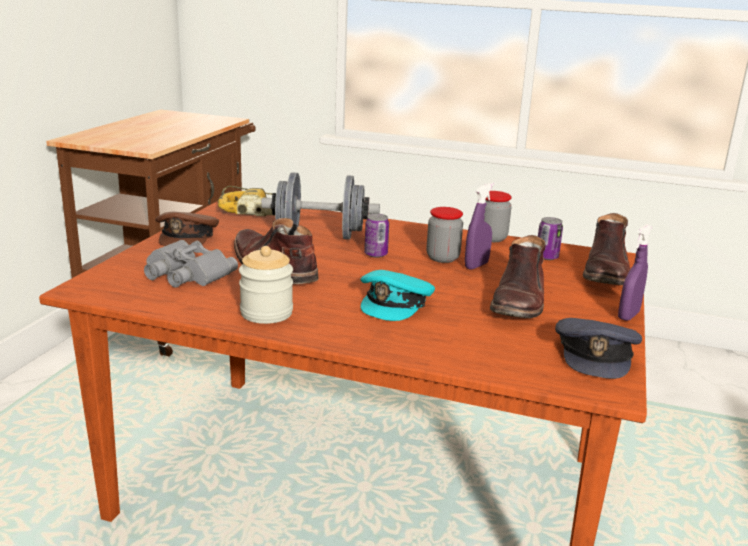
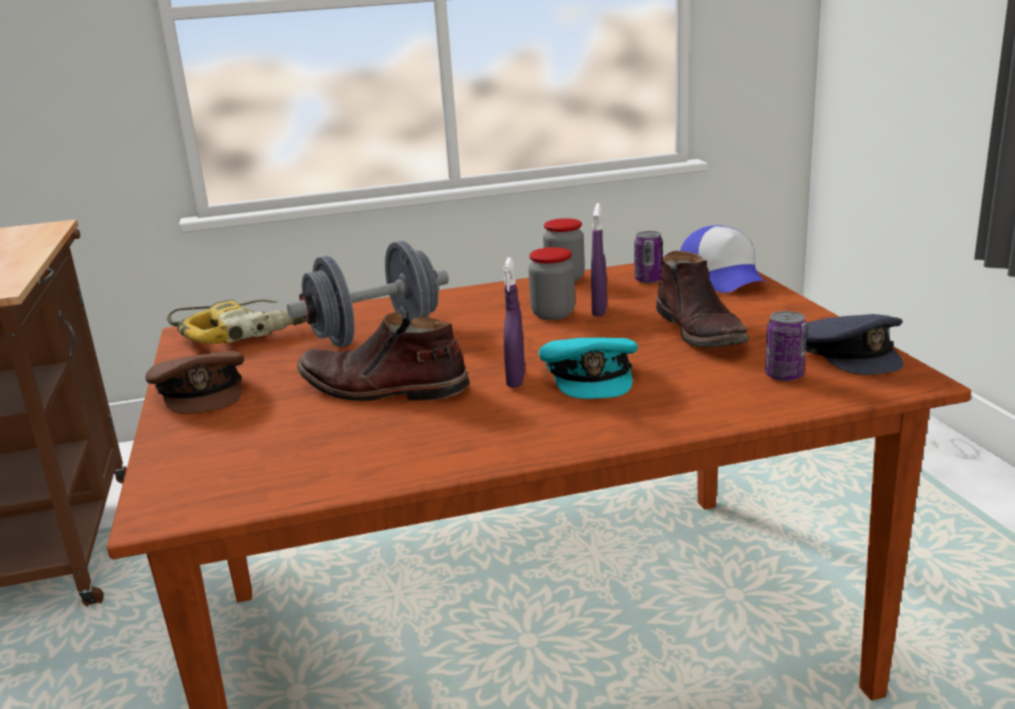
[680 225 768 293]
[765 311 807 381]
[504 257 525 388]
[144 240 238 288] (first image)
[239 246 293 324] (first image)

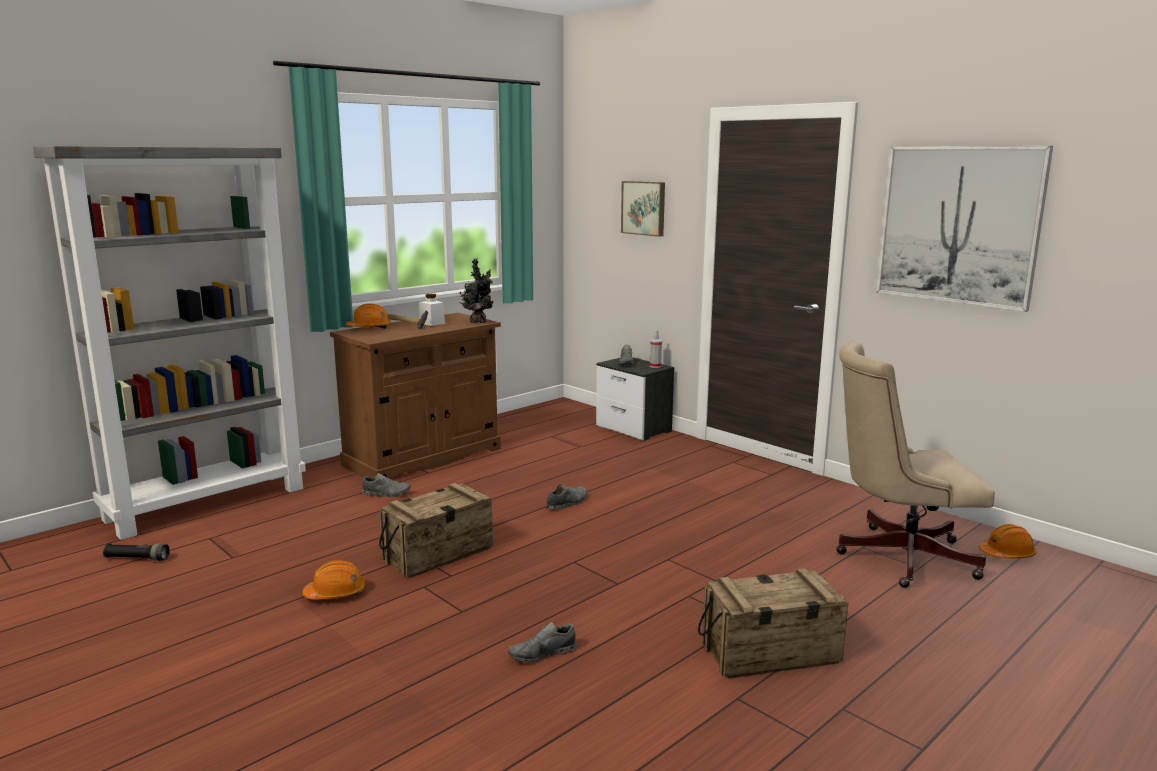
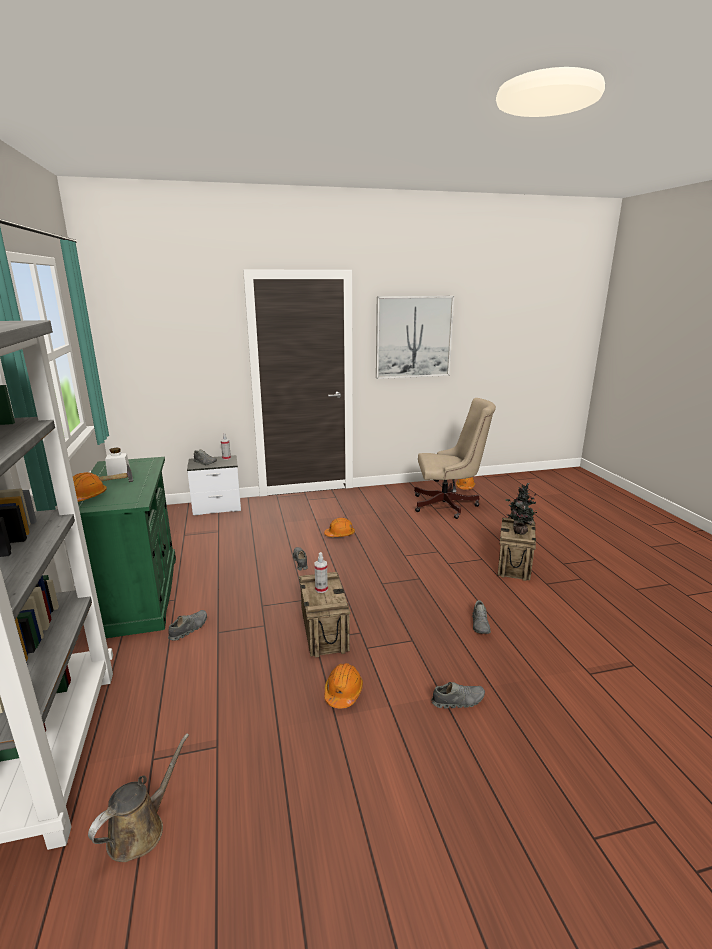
[621 181 665 237] (first image)
[505 483 537 535]
[78 457 176 638]
[414 398 496 519]
[88 733 189 862]
[324 518 355 537]
[314 552 328 593]
[431 682 485 708]

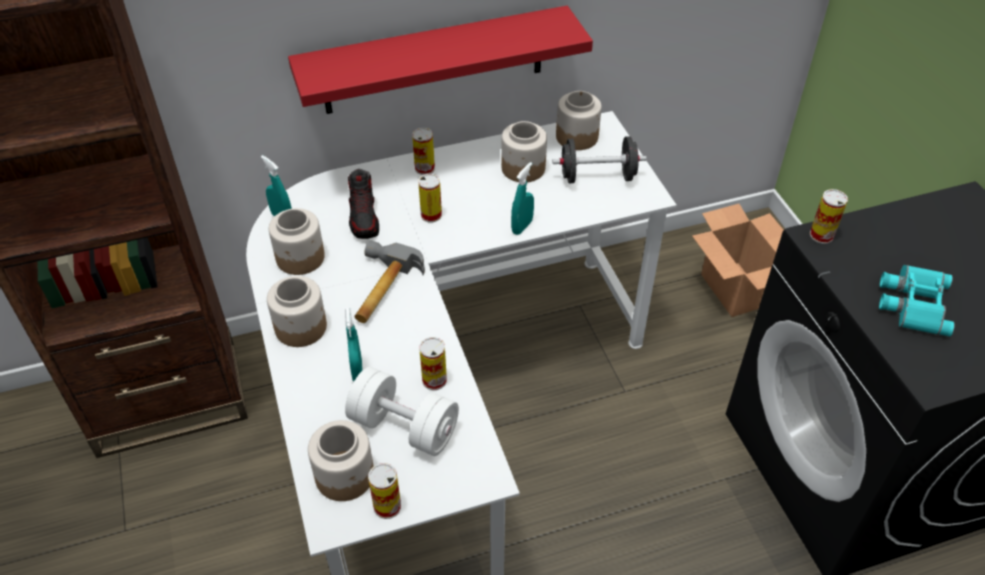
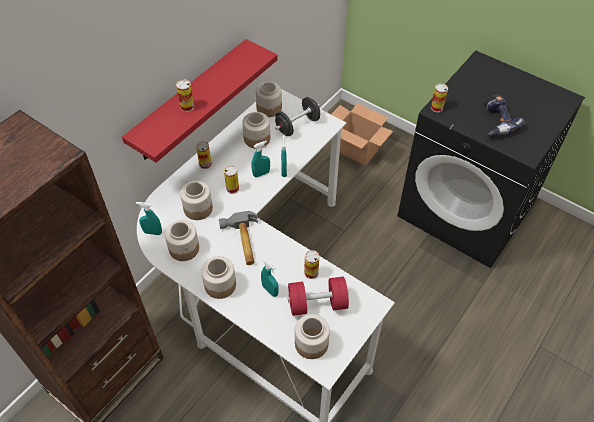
[180 181 213 220]
[484 94 525 137]
[288 277 349 316]
[176 79 194 112]
[252 141 270 177]

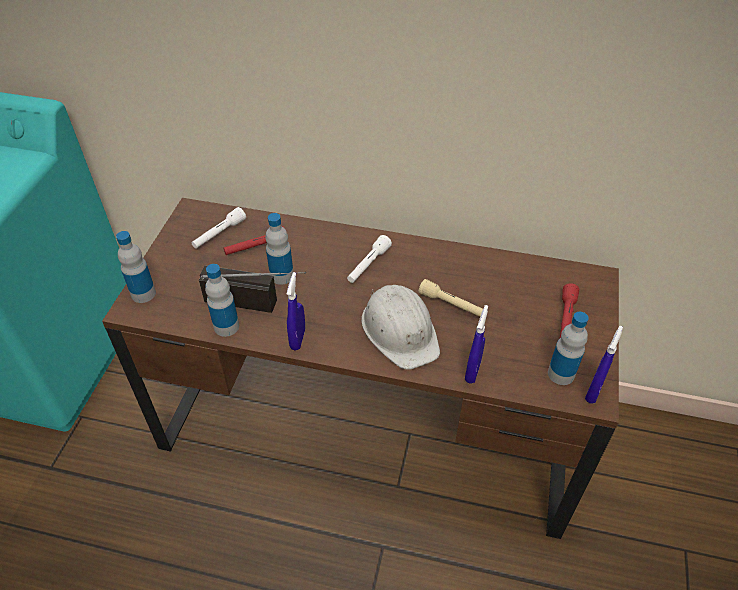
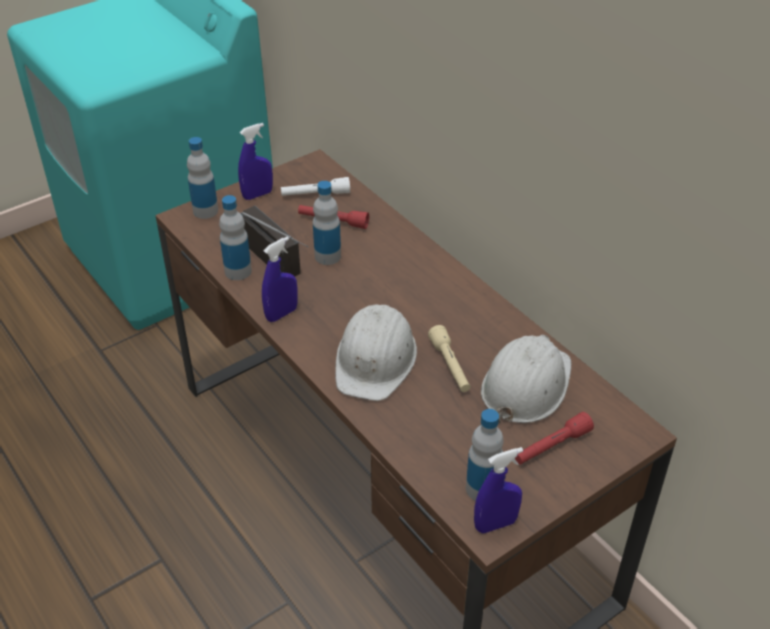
[347 235 392 283] (first image)
[238 123 273 200]
[481 335 572 423]

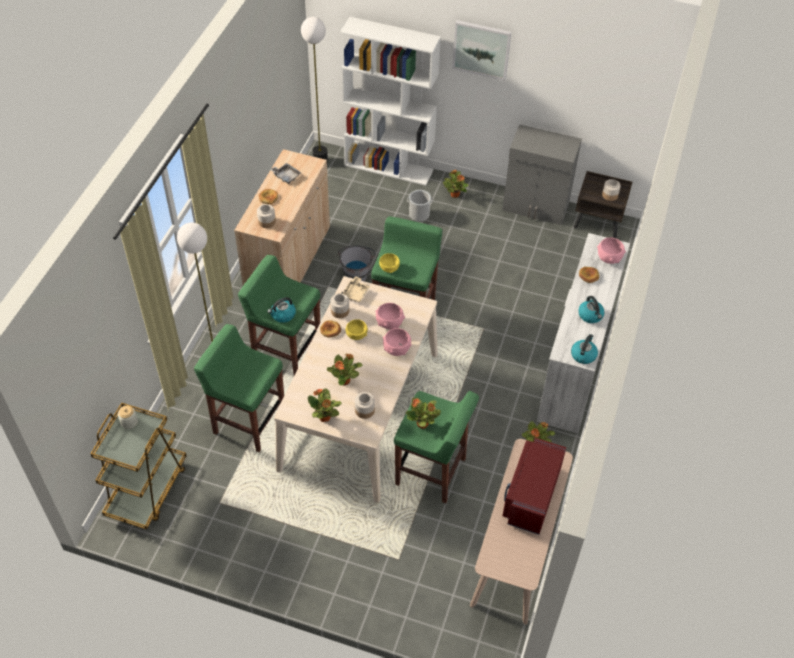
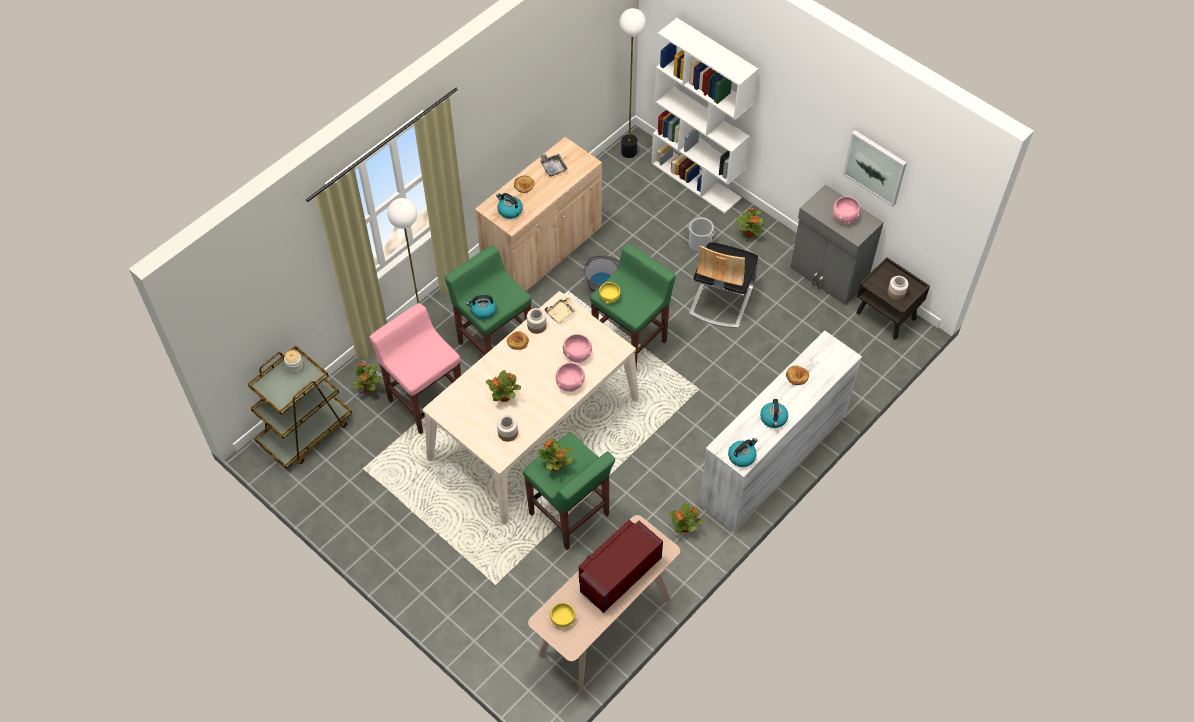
[843 130 907 207]
[496 193 523 219]
[833 196 860 224]
[550 603 575 628]
[370 303 461 434]
[353 362 381 393]
[689 242 758 328]

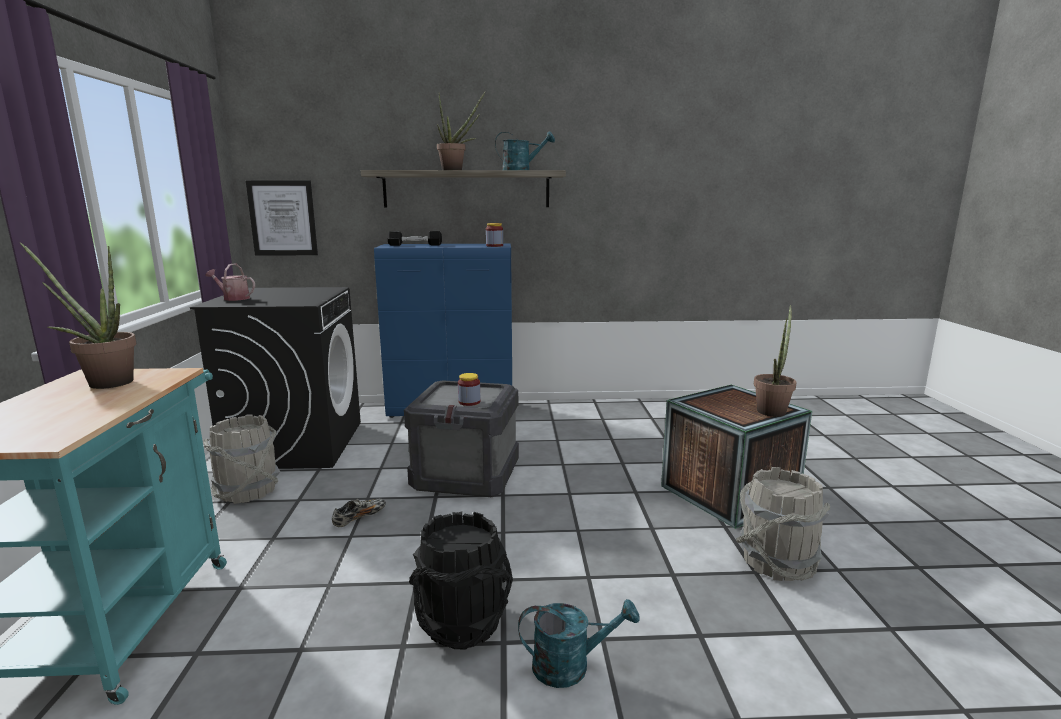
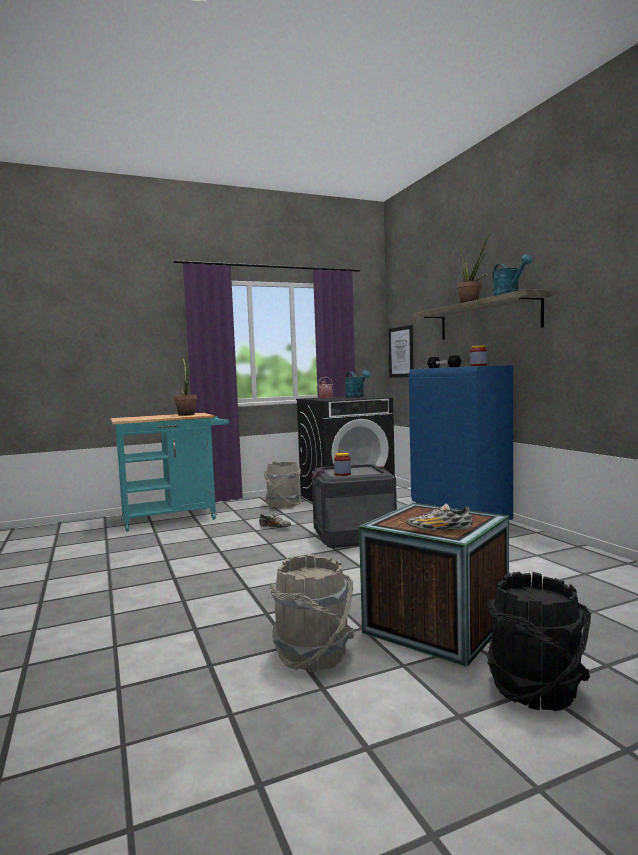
[406 503 473 531]
[486 572 591 711]
[345 370 370 398]

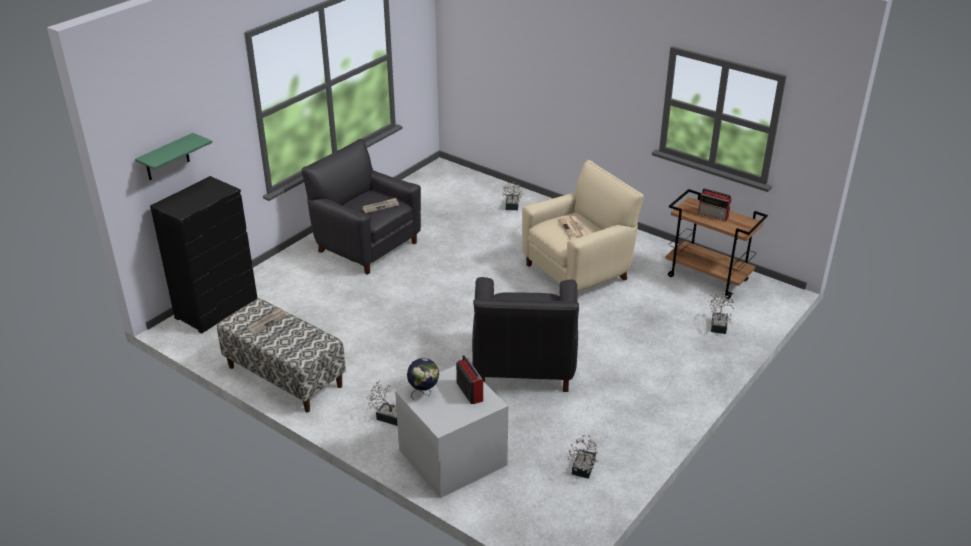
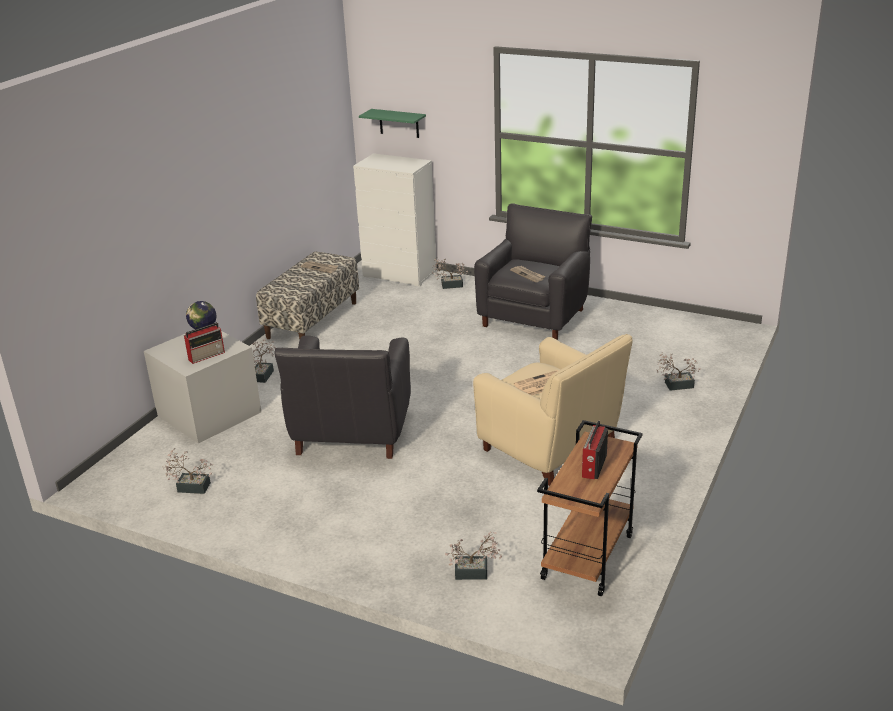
[353 153 437 287]
[274 336 411 459]
[432 258 468 289]

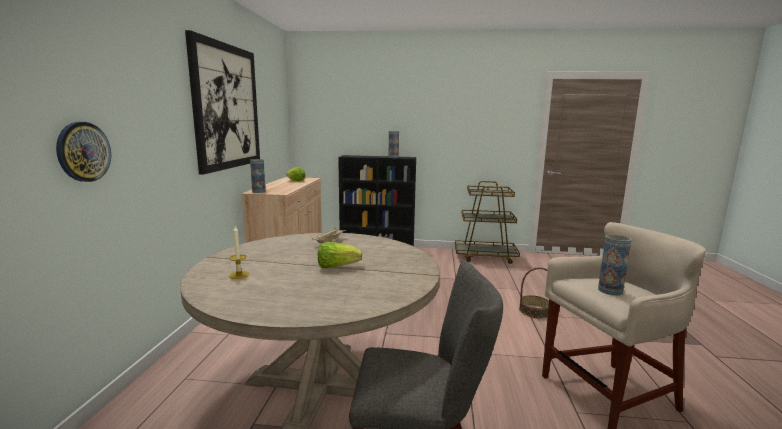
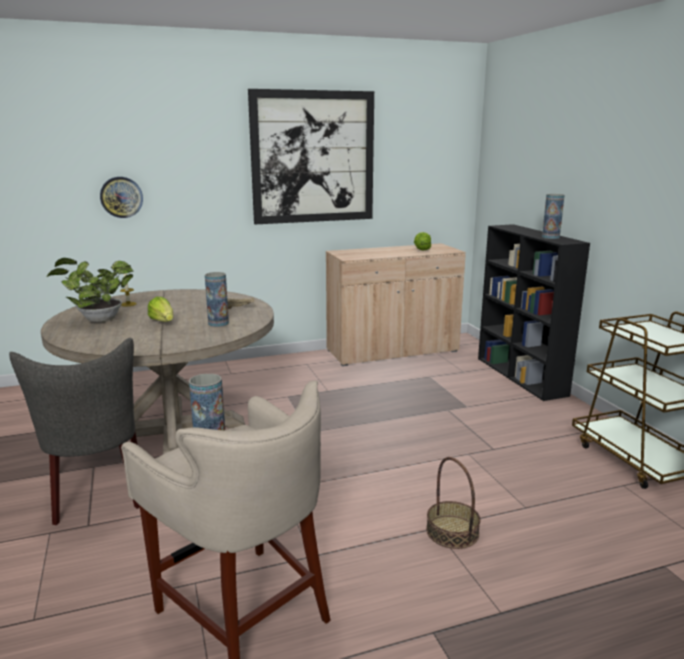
[205 272 229 327]
[46 258 133 323]

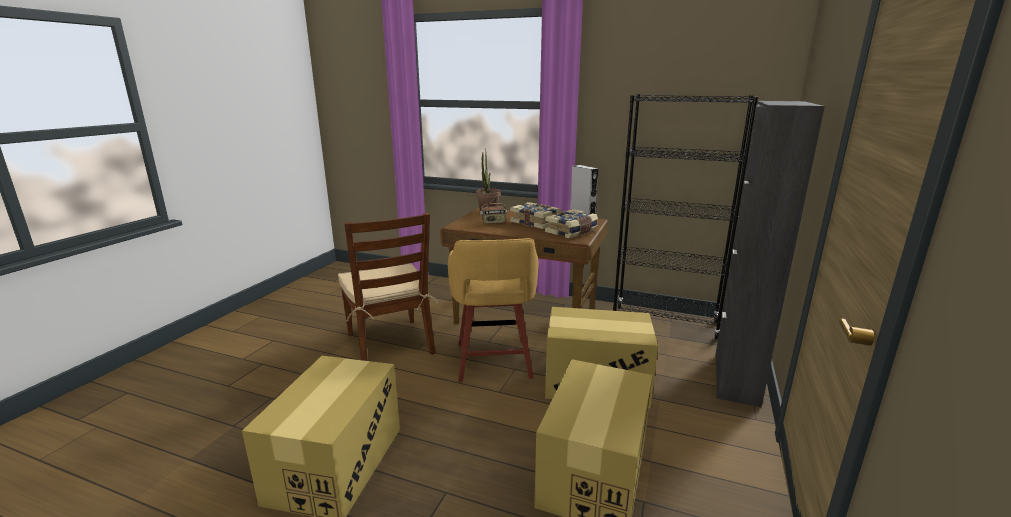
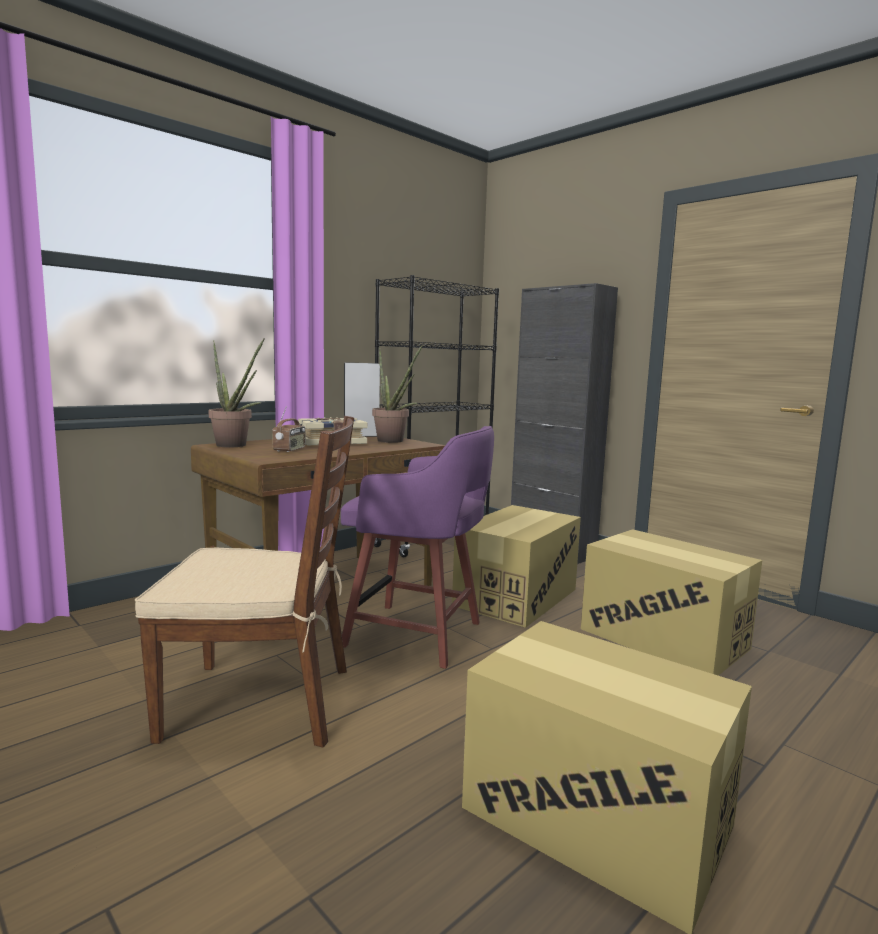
[372 345 423 443]
[341 426 494 669]

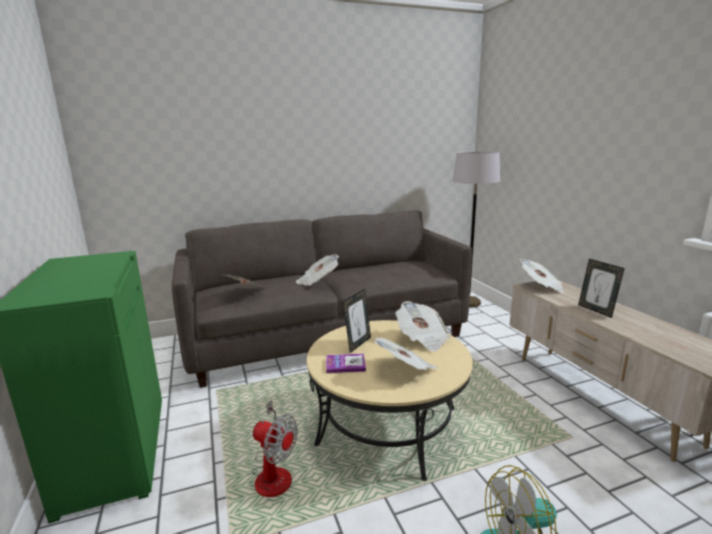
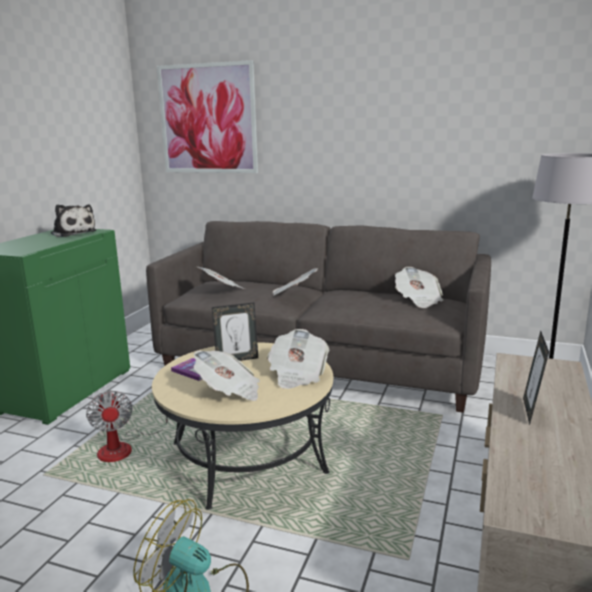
[395 267 444 308]
[157 60 258 173]
[51 204 96 237]

